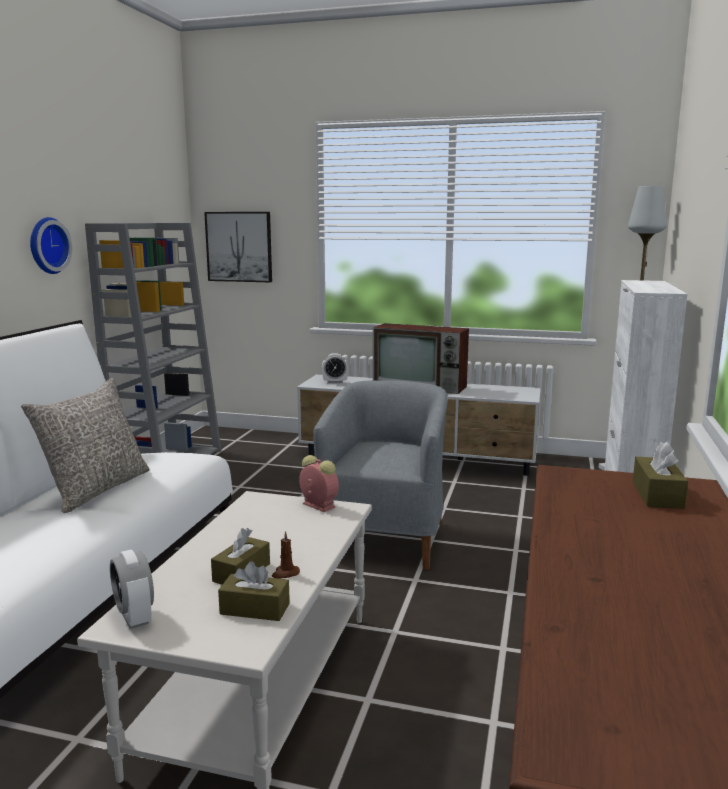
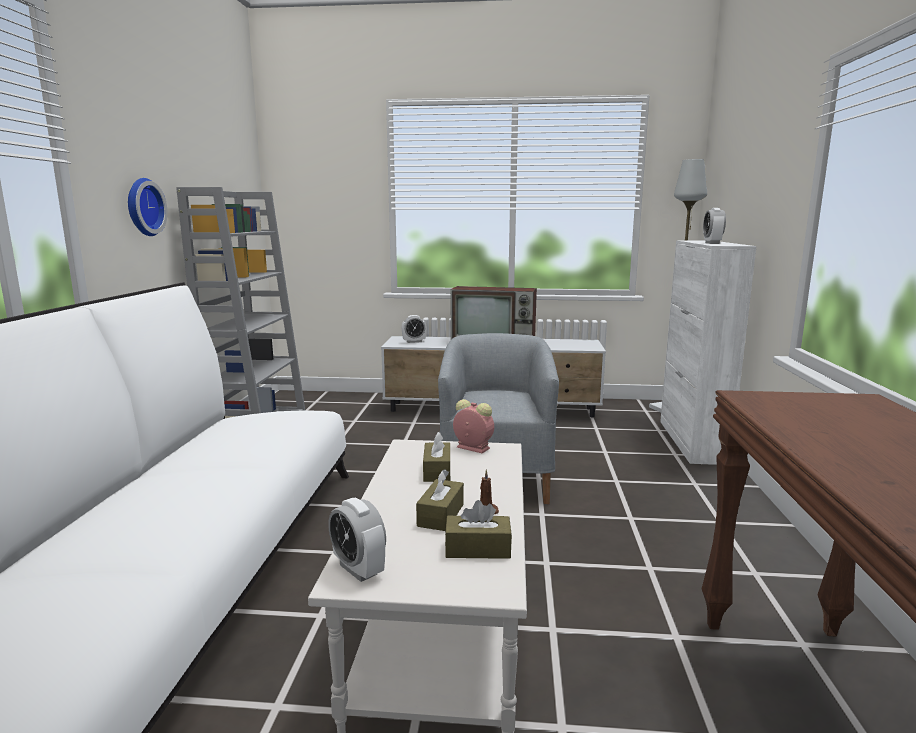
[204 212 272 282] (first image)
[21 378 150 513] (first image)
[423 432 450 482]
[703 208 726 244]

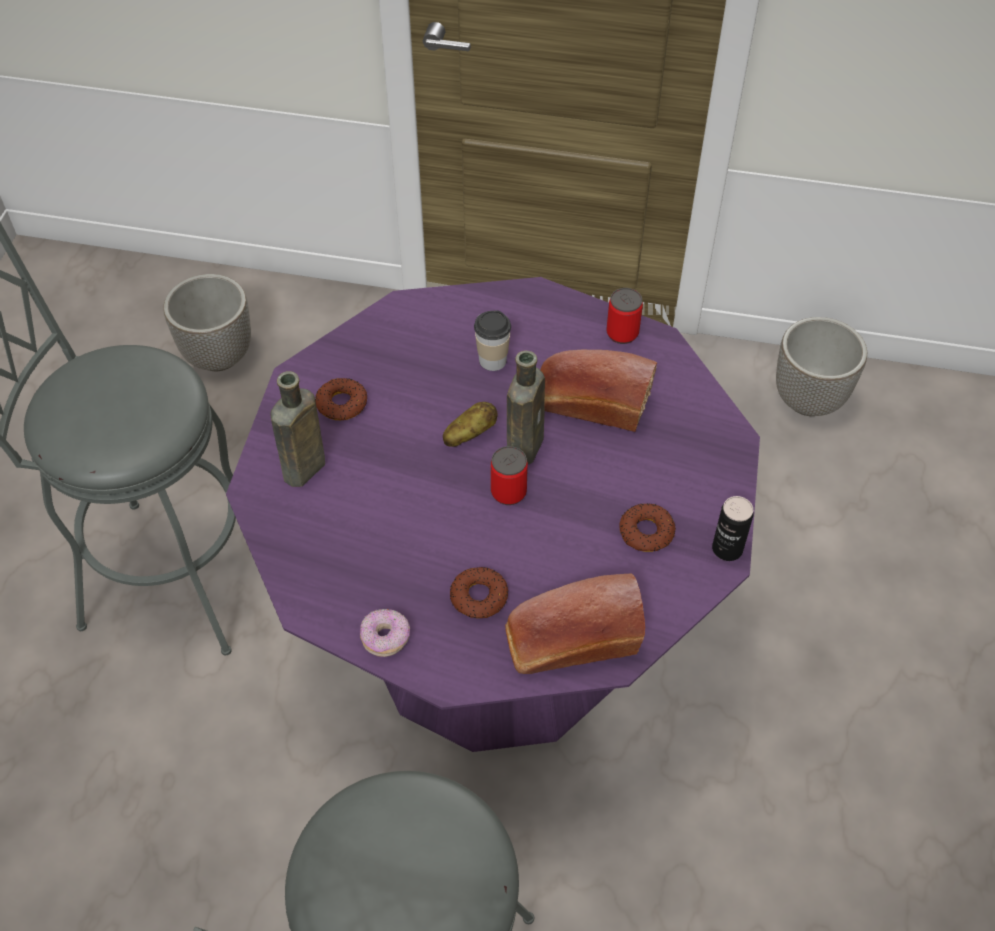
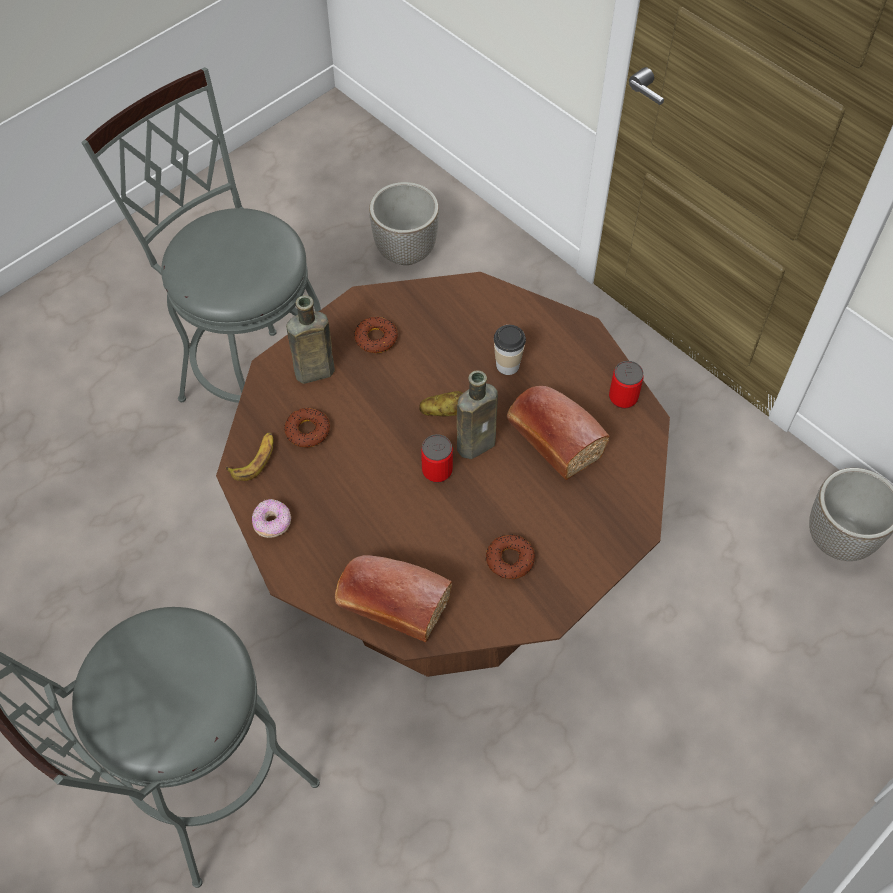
[216 272 670 677]
[712 496 754 561] (first image)
[284 407 330 447]
[226 433 273 481]

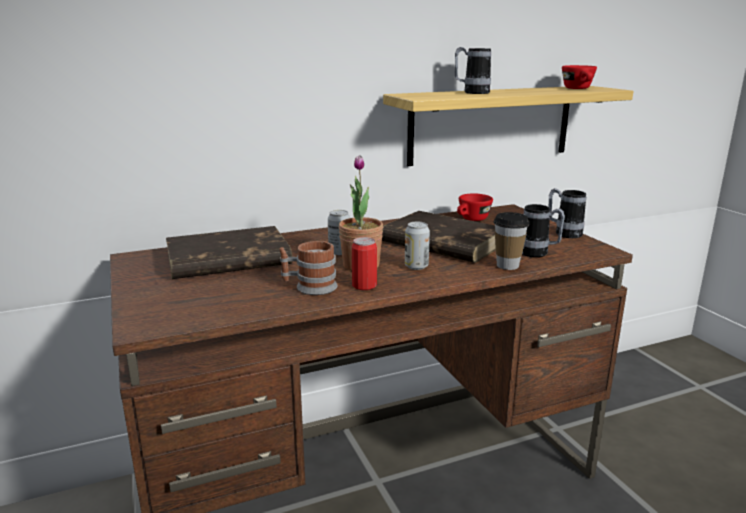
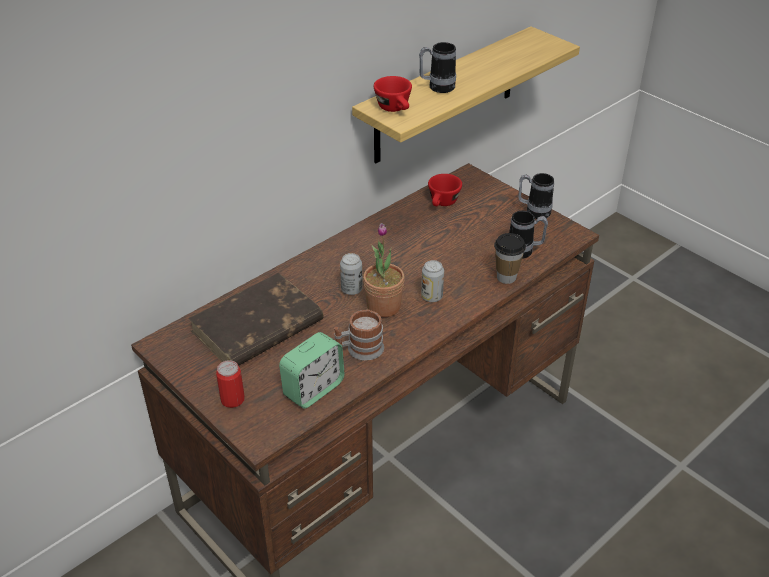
[374 76 412 112]
[382 211 496 263] (first image)
[216 360 245 408]
[279 332 345 409]

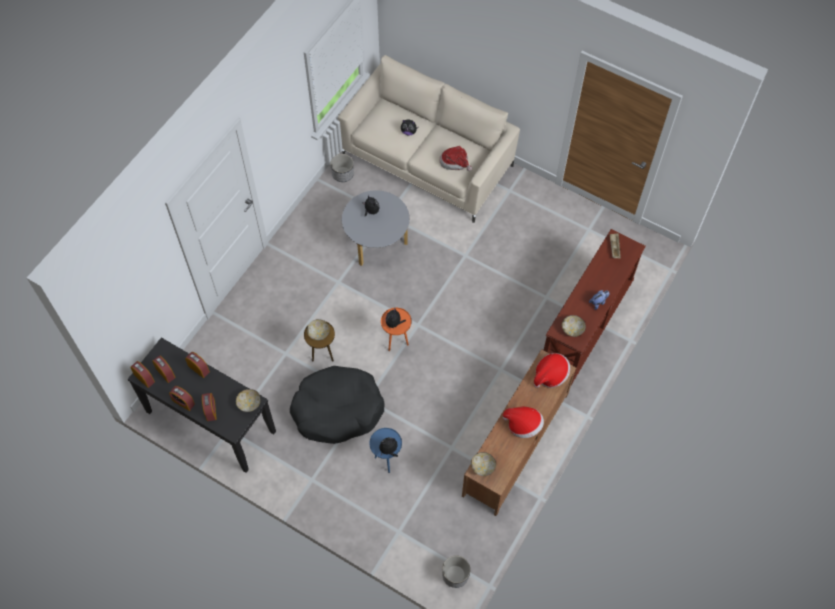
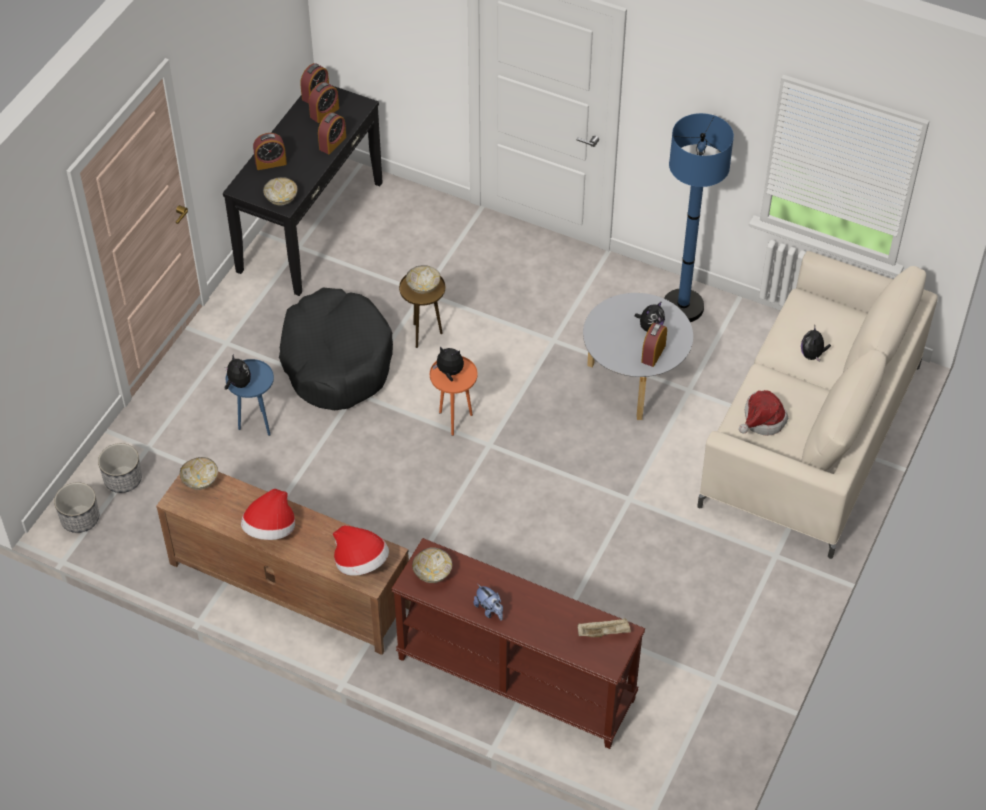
[98 443 142 493]
[641 323 667 367]
[664 113 734 322]

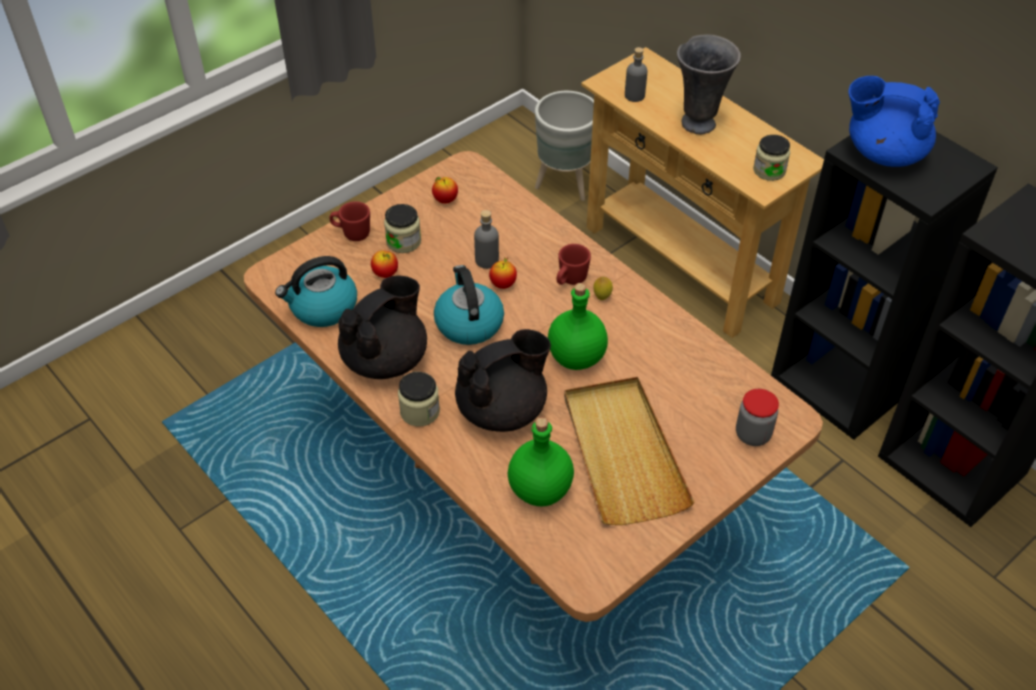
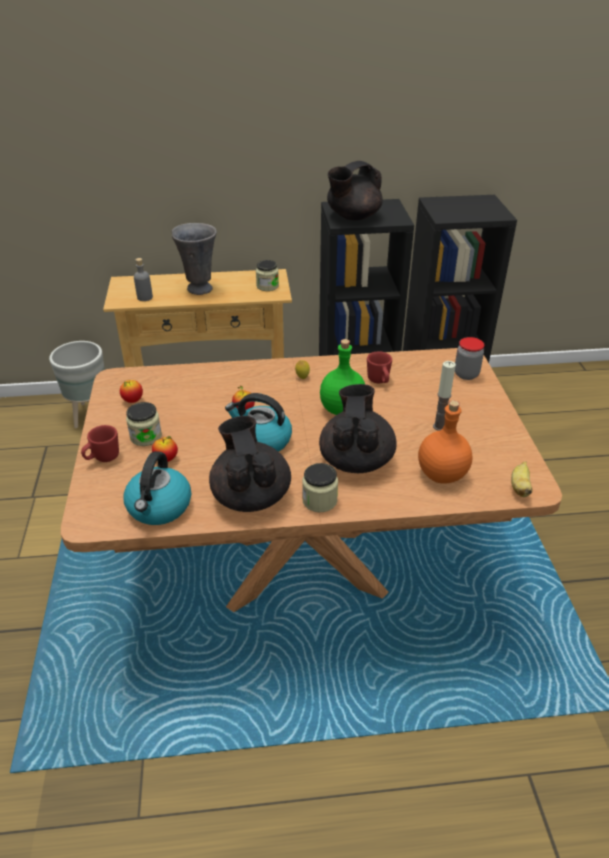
[327 161 383 220]
[474 210 499 269] (first image)
[367 351 392 383]
[433 361 456 431]
[418 400 473 483]
[511 461 533 497]

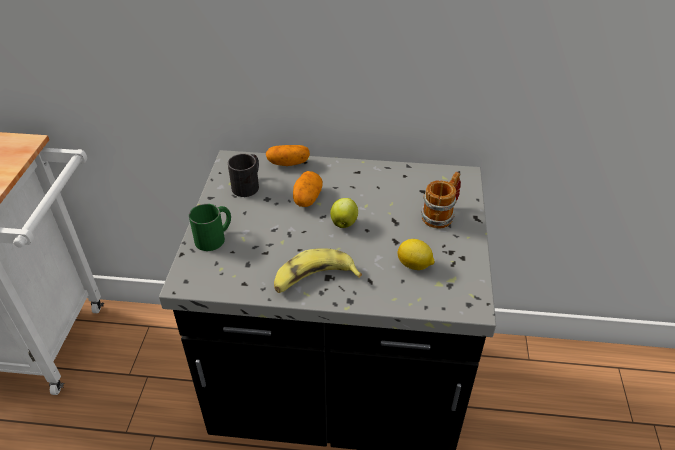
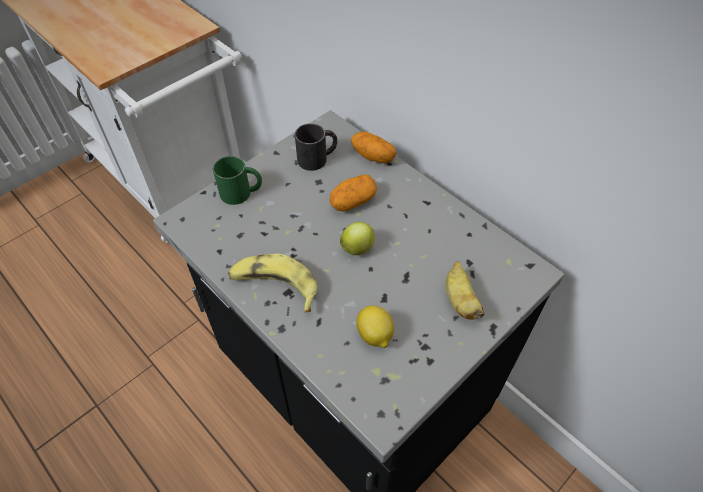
[445 261 484 320]

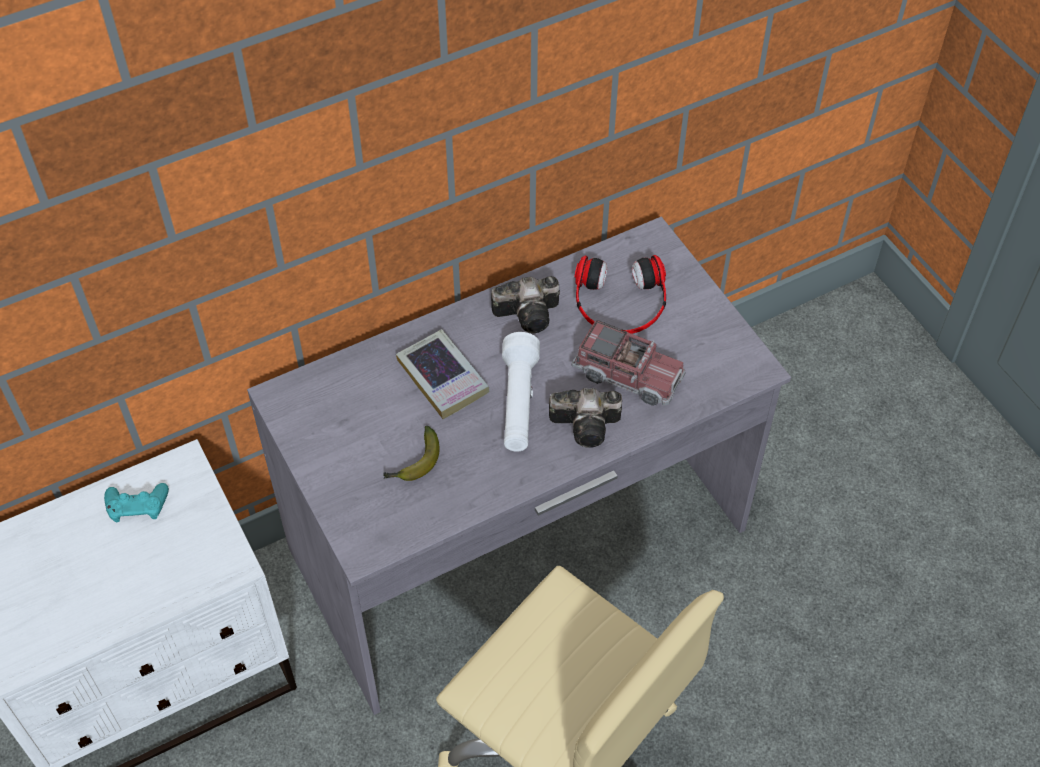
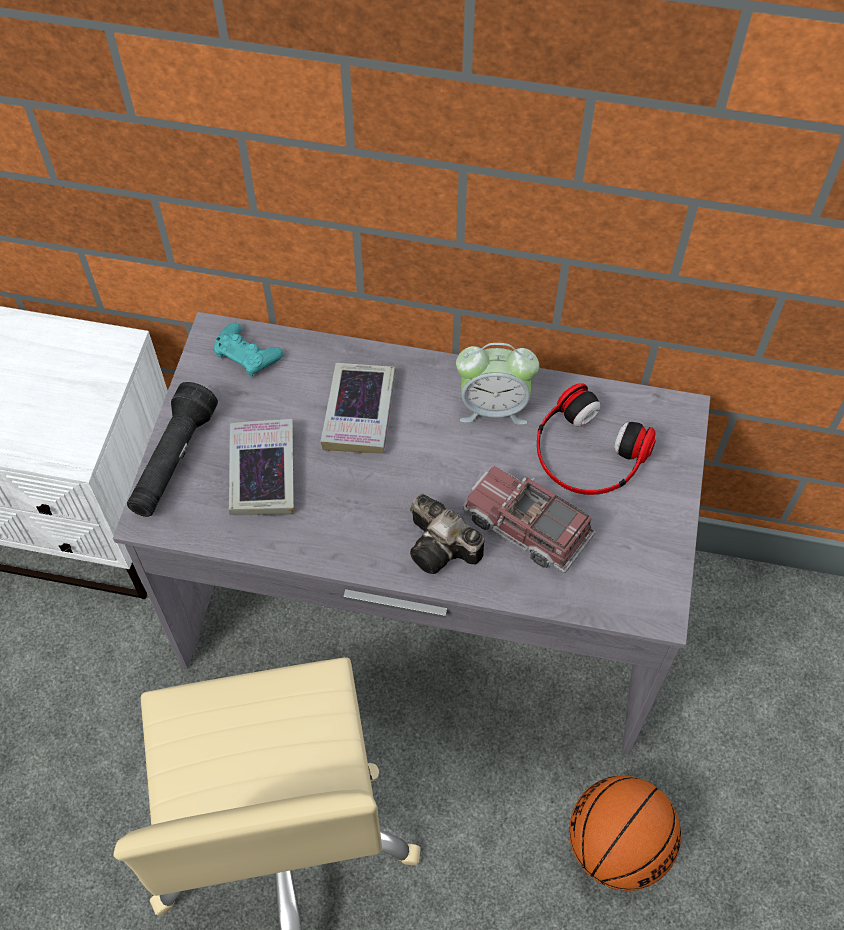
[456 343 539 425]
[463 466 596 573]
[502 332 540 452] (first image)
[229 419 294 515]
[214 323 283 377]
[127 382 218 517]
[569 776 681 891]

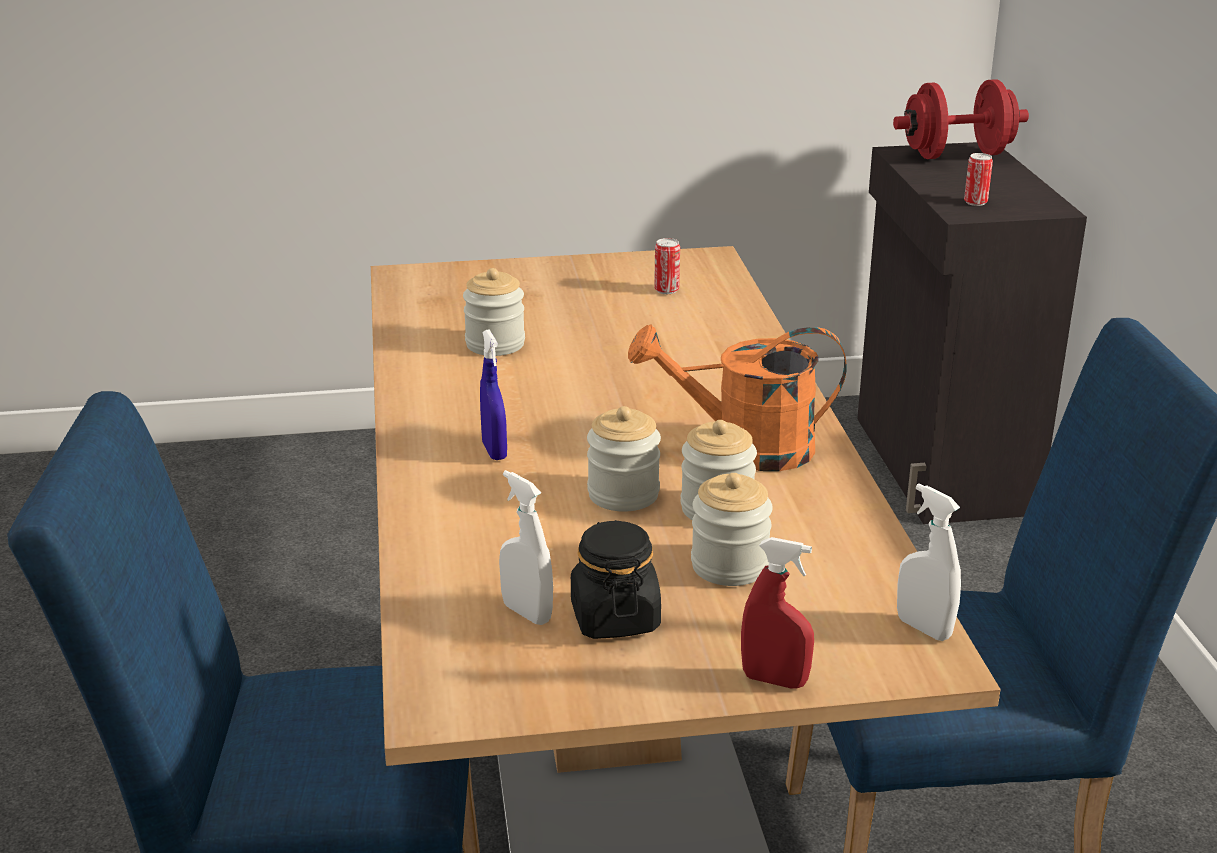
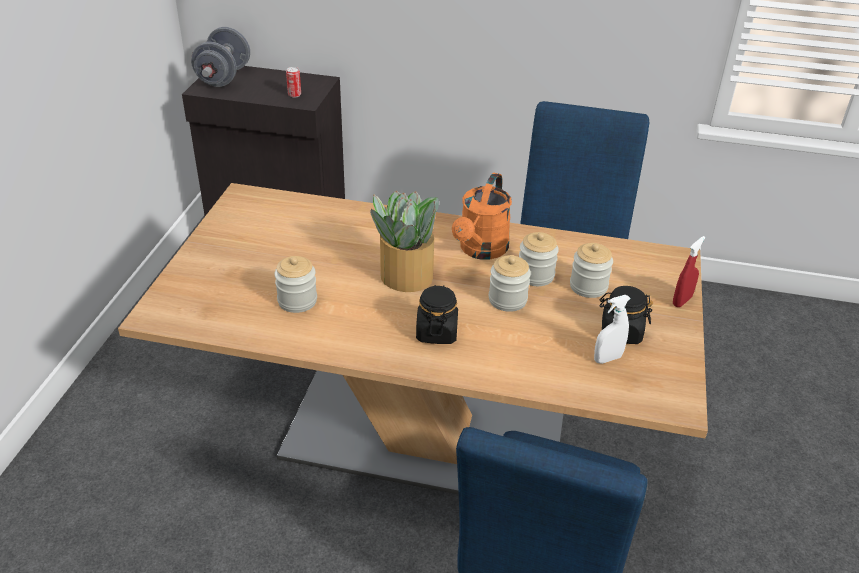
[191 27 250 87]
[654 238 680 294] (first image)
[416 285 458 344]
[897 483 961 641] (first image)
[370 191 439 292]

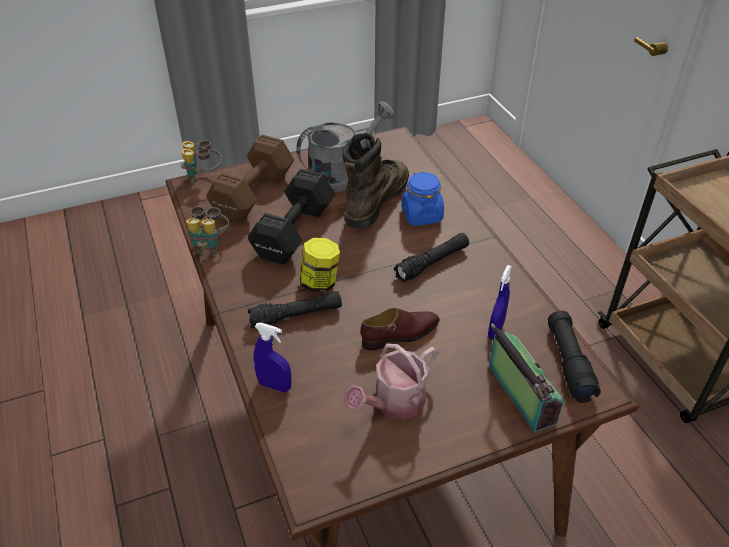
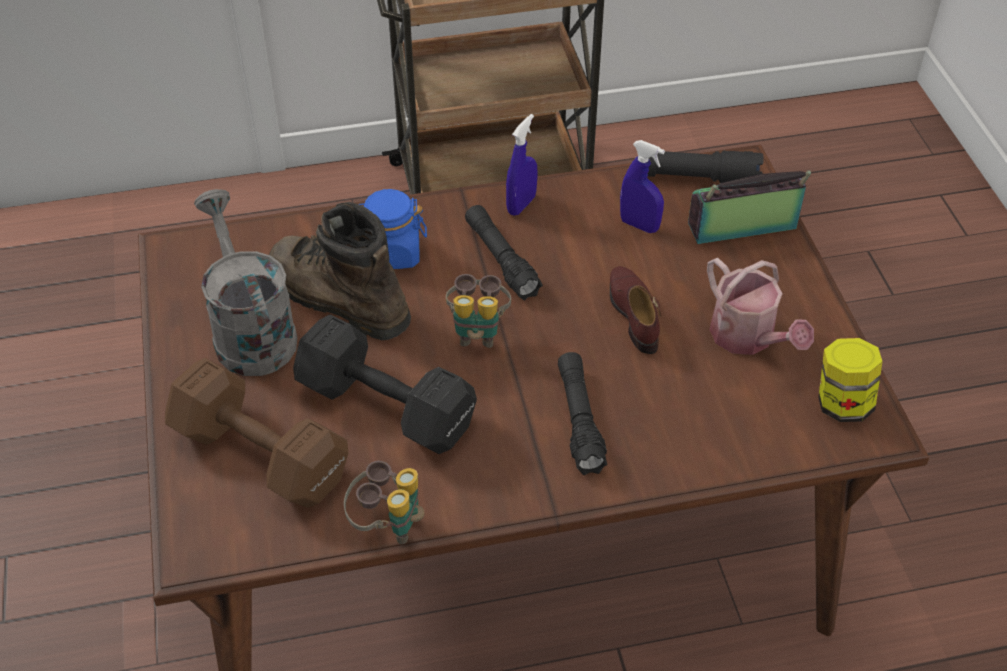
[446 274 511 348]
[819 338 883 422]
[506 114 537 216]

